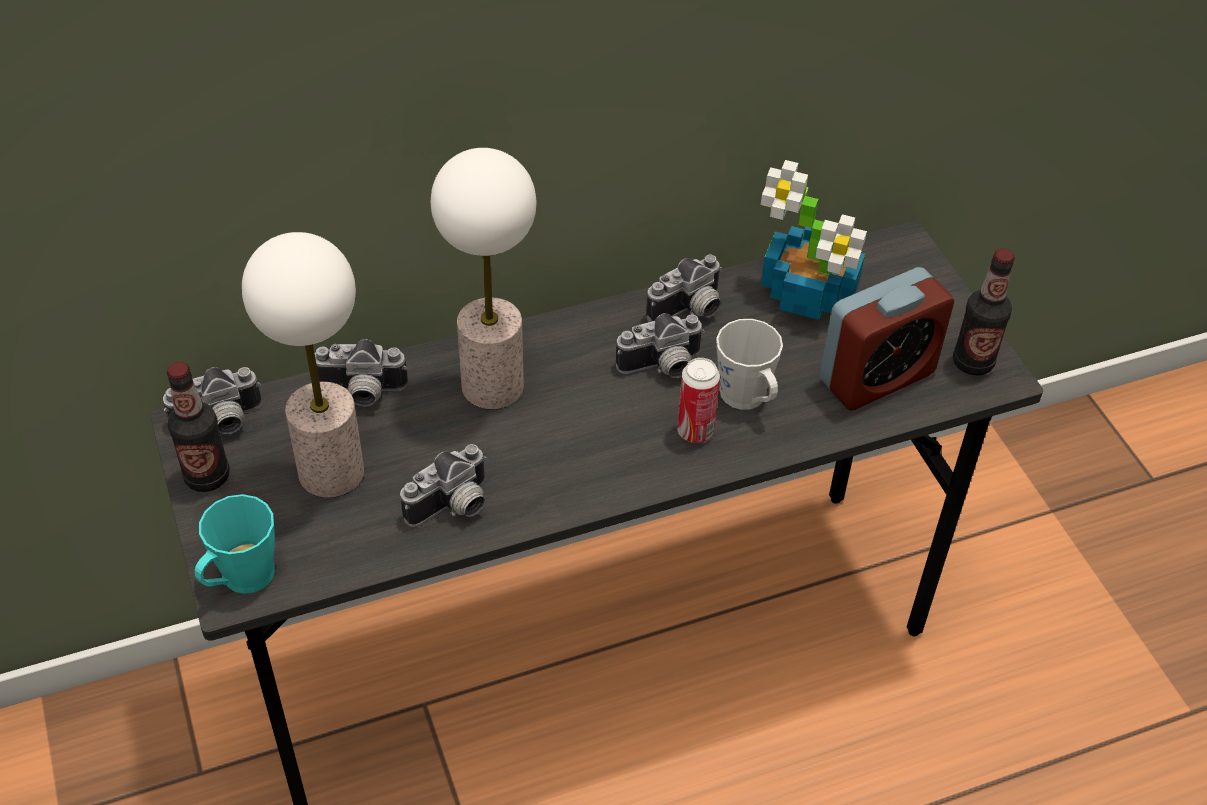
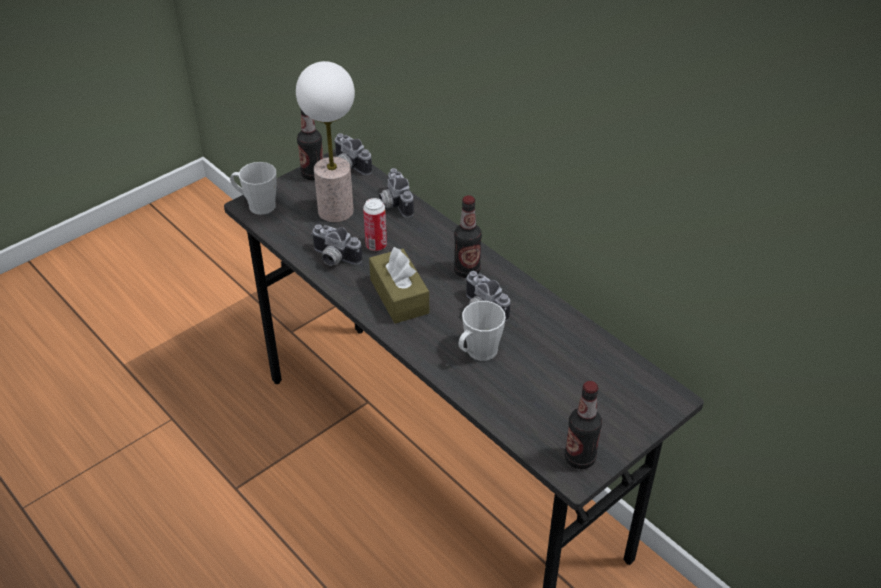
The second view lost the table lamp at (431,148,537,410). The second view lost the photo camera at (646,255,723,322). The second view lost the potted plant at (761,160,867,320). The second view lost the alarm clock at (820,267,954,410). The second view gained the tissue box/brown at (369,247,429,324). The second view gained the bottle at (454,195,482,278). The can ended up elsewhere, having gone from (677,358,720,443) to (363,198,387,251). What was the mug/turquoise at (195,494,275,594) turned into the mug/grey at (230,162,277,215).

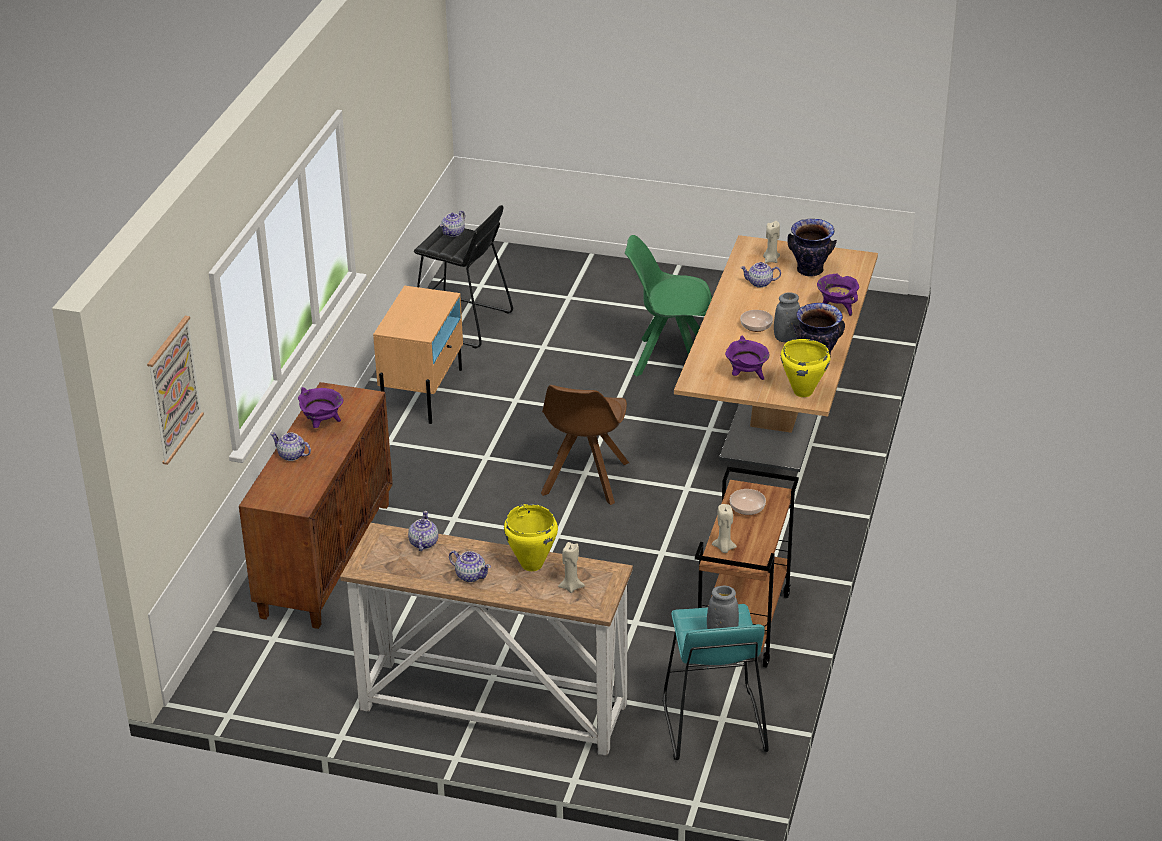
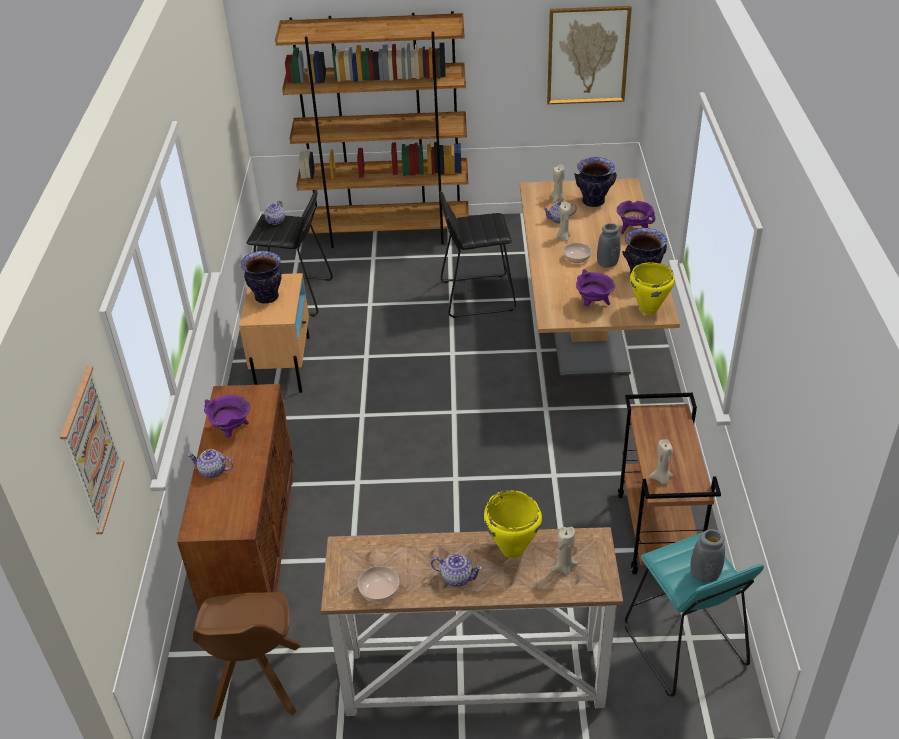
The second view lost the teapot at (408,511,438,551). The second view gained the vase at (241,251,282,304). The second view gained the bookcase/brown at (275,11,469,248). The second view gained the picture at (547,6,632,104). The second view gained the candle/beige at (557,202,571,241). The chair/brown ended up elsewhere, having gone from (541,385,629,505) to (192,592,301,721). The bowl ended up elsewhere, having gone from (730,489,766,515) to (358,566,399,602). Where the chair/green stood at (625,235,712,376), the stool/black came to stand at (440,191,516,318).

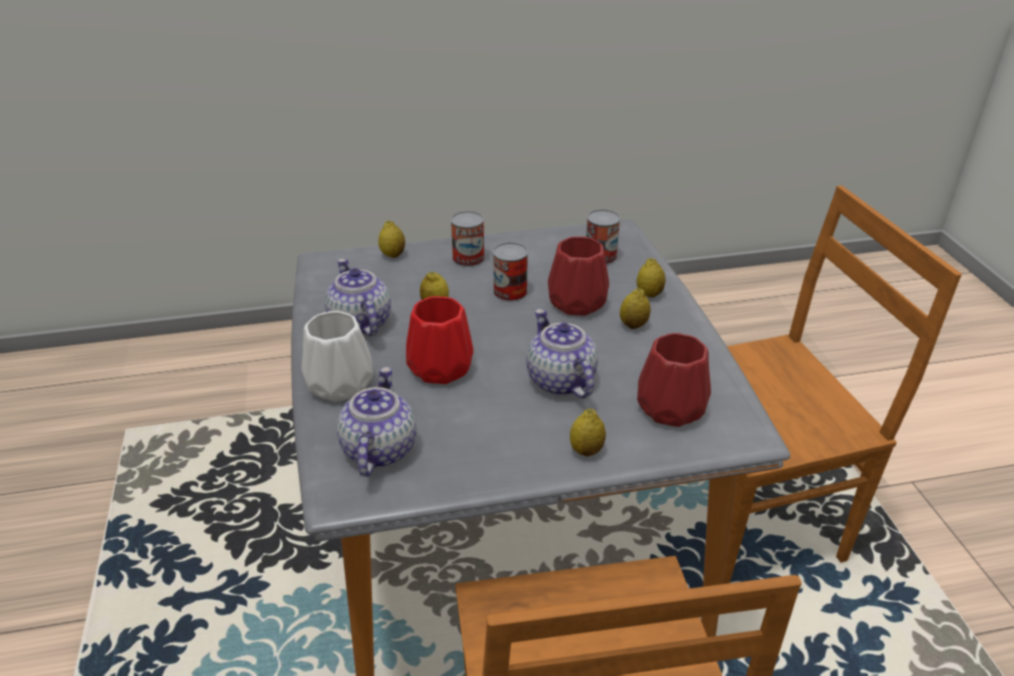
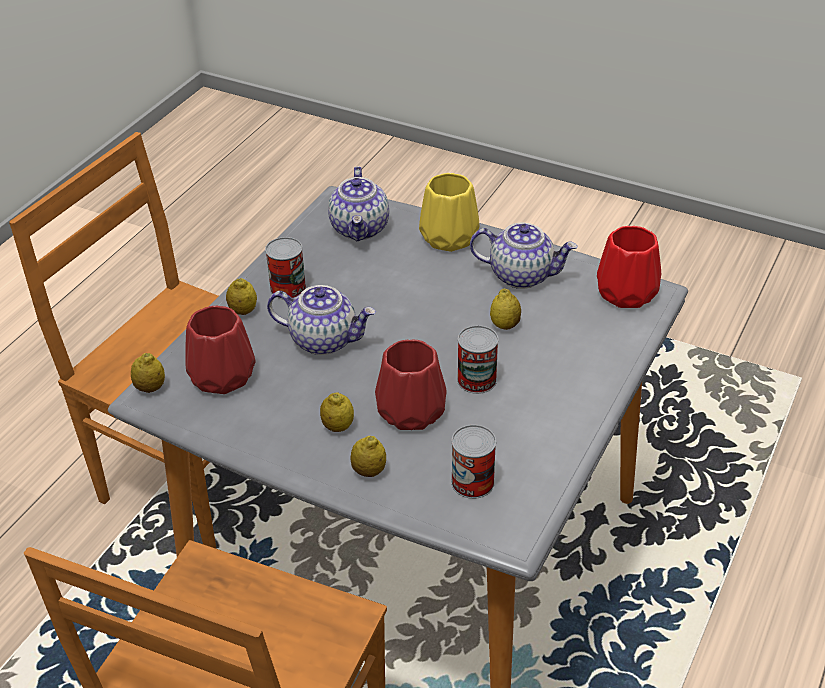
The lemon ended up elsewhere, having gone from (378,221,405,258) to (131,353,165,393). The vase/red ended up elsewhere, having gone from (406,296,474,384) to (597,226,661,308). The can ended up elsewhere, having gone from (451,211,485,267) to (265,237,306,299). What was the vase/white at (302,311,373,402) turned into the vase/yellow at (419,173,480,252). The teapot at (337,367,416,477) ended up facing another way, 45 degrees clockwise from before.

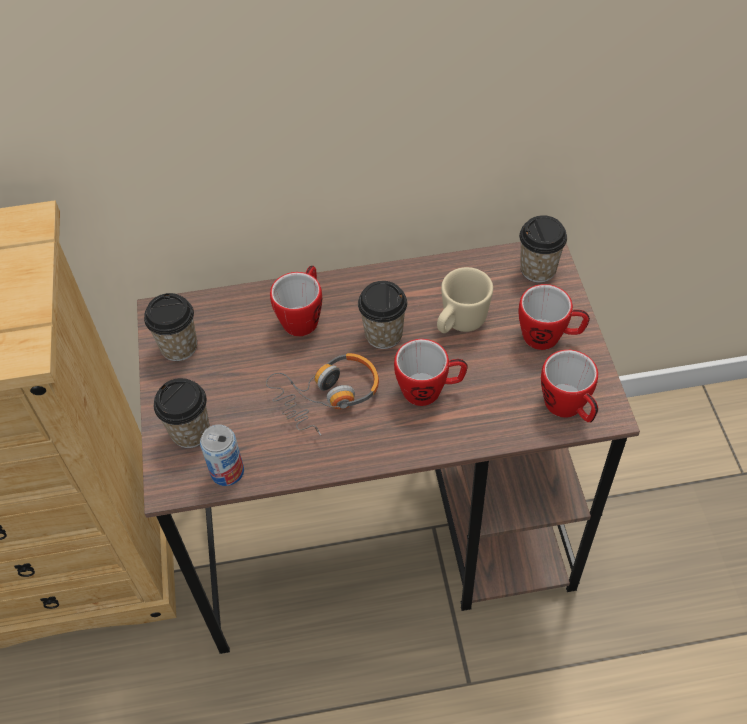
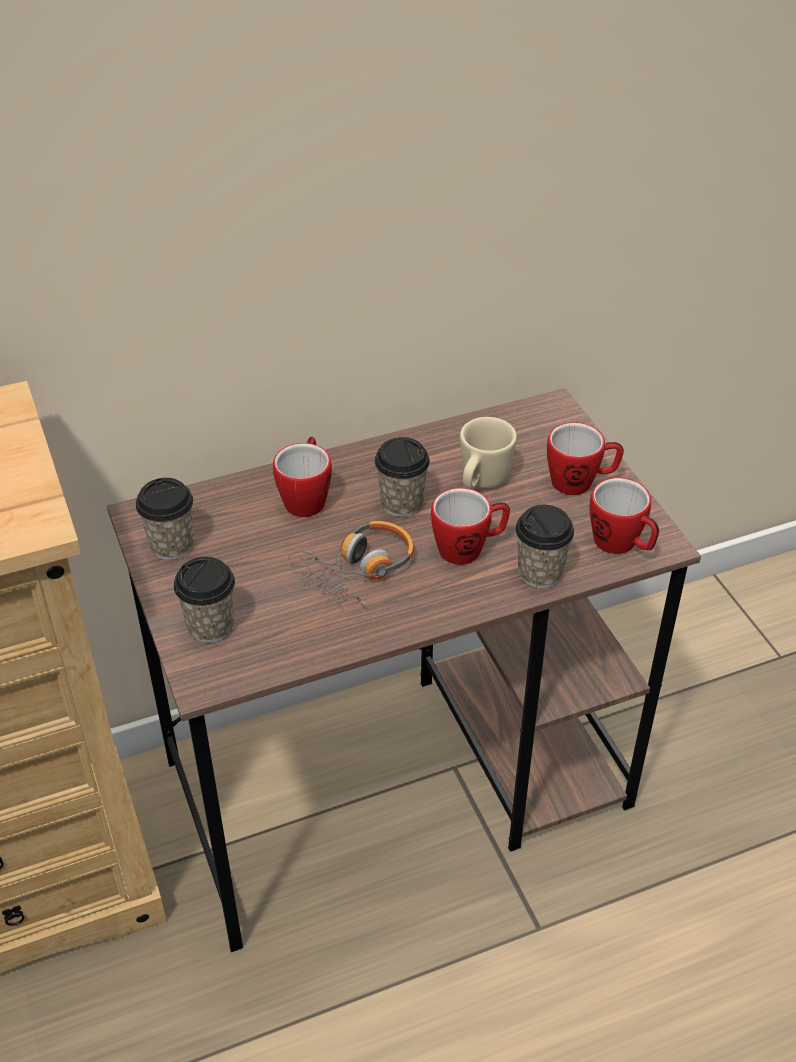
The second view lost the can at (200,424,244,486). The cup ended up elsewhere, having gone from (519,215,567,283) to (516,505,574,588).

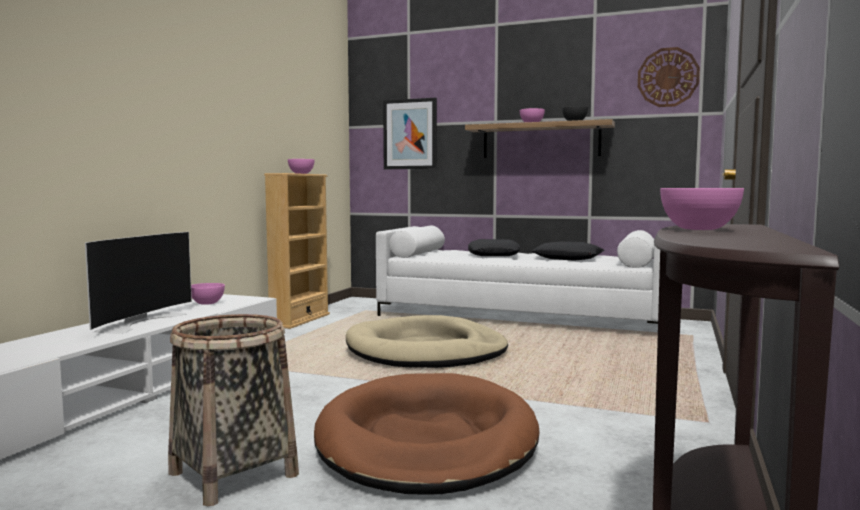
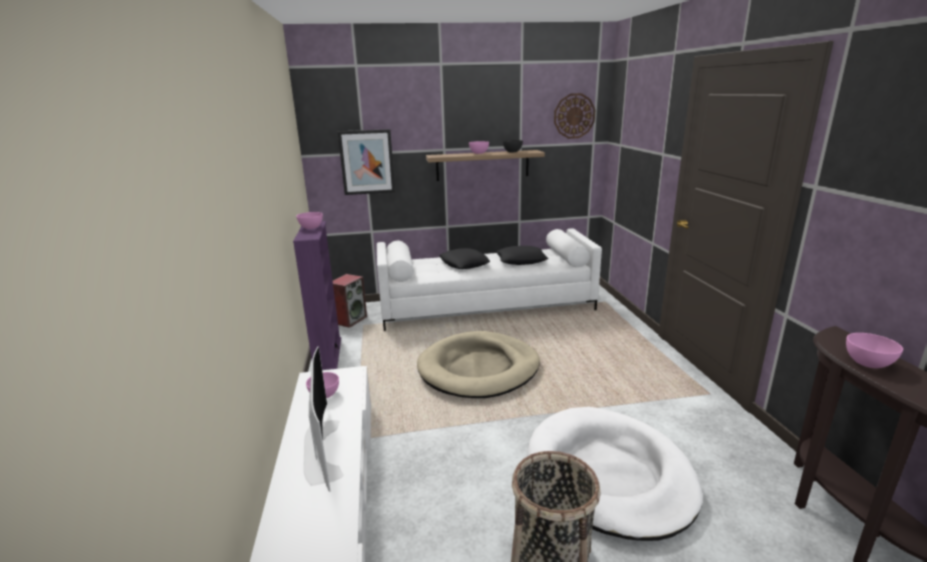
The second view gained the speaker at (333,274,367,328). What was the bookcase/beige at (264,173,330,329) turned into the bookcase/purple at (293,221,341,370). What was the dog bed/brown at (314,373,540,495) turned into the dog bed/white at (528,407,703,541).

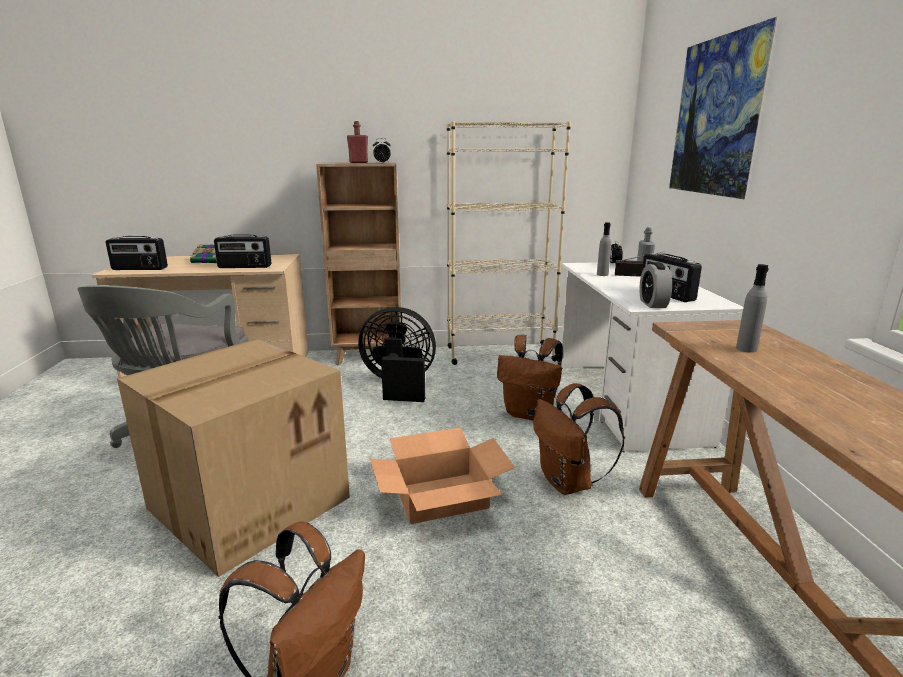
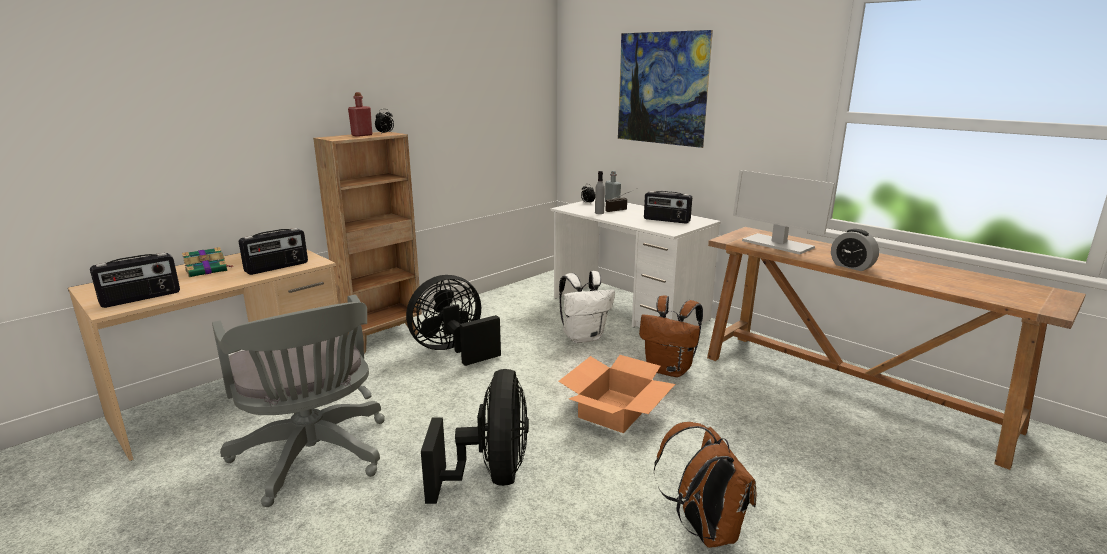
The second view lost the bookcase/beige at (447,121,571,365). The alarm clock ended up elsewhere, having gone from (639,262,672,308) to (831,229,879,271). Where the cardboard box stood at (117,338,350,577), the fan/black came to stand at (421,369,529,504). Where the bottle/grey stood at (736,264,769,353), the monitor came to stand at (733,170,835,254). What was the backpack/brown at (497,335,563,421) turned into the backpack/white at (559,271,615,343).

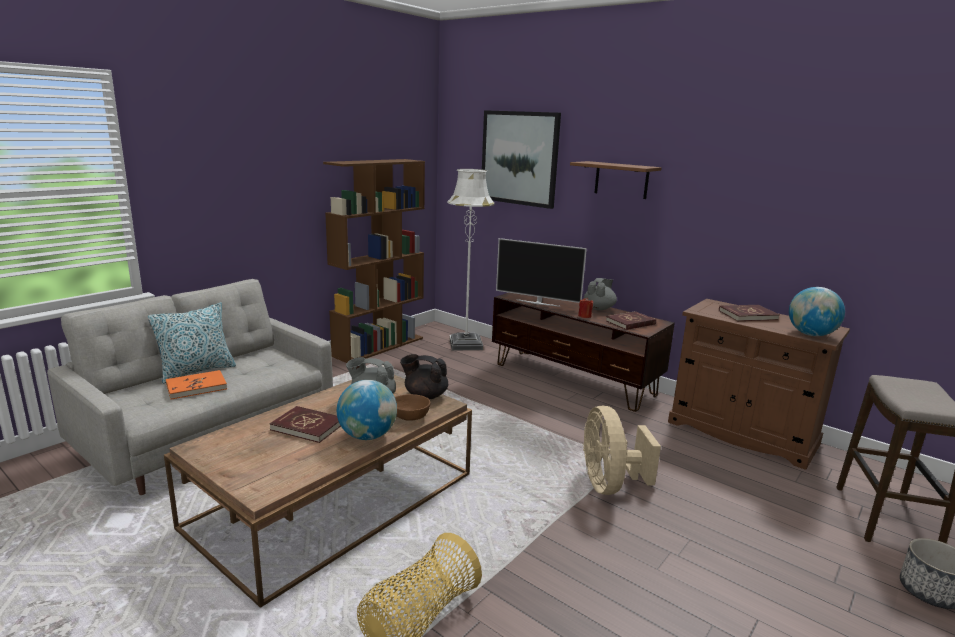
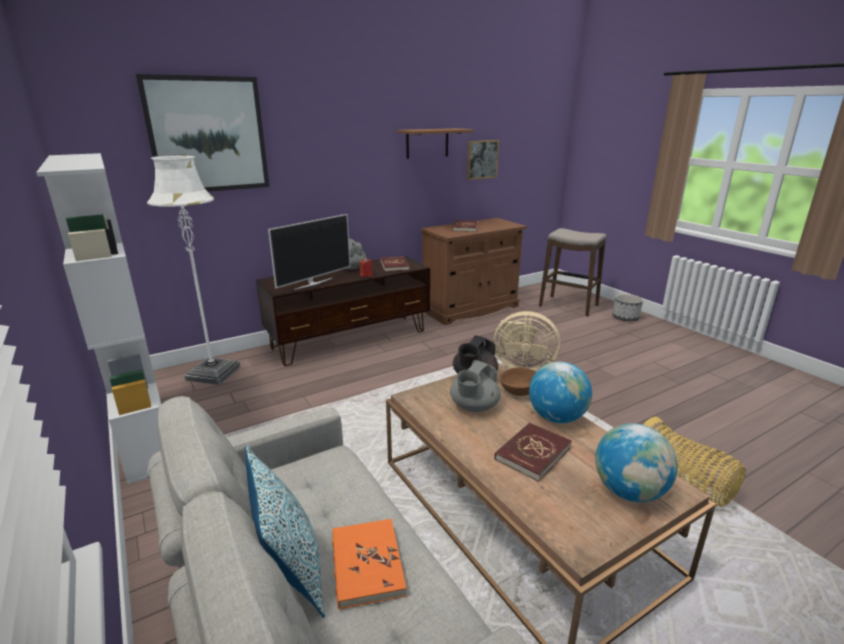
The second view gained the picture at (467,140,499,180). The shelf/brown ended up elsewhere, having gone from (570,161,662,199) to (397,128,474,159). The globe ended up elsewhere, having gone from (789,287,845,336) to (595,423,678,502). What was the bookcase/brown at (323,159,425,363) turned into the bookcase/white at (36,153,161,484).

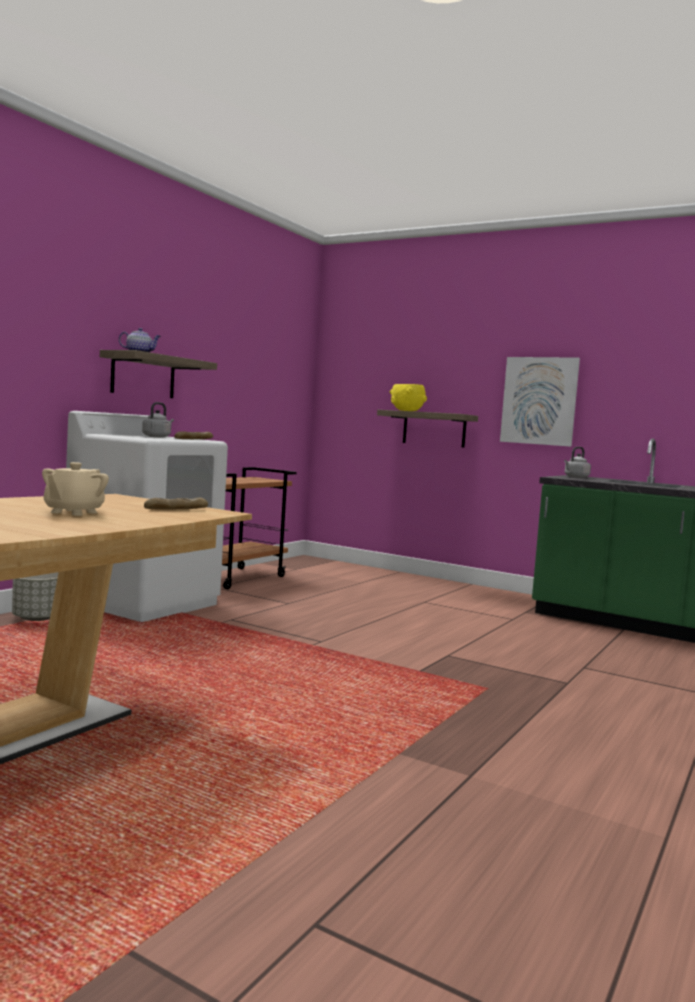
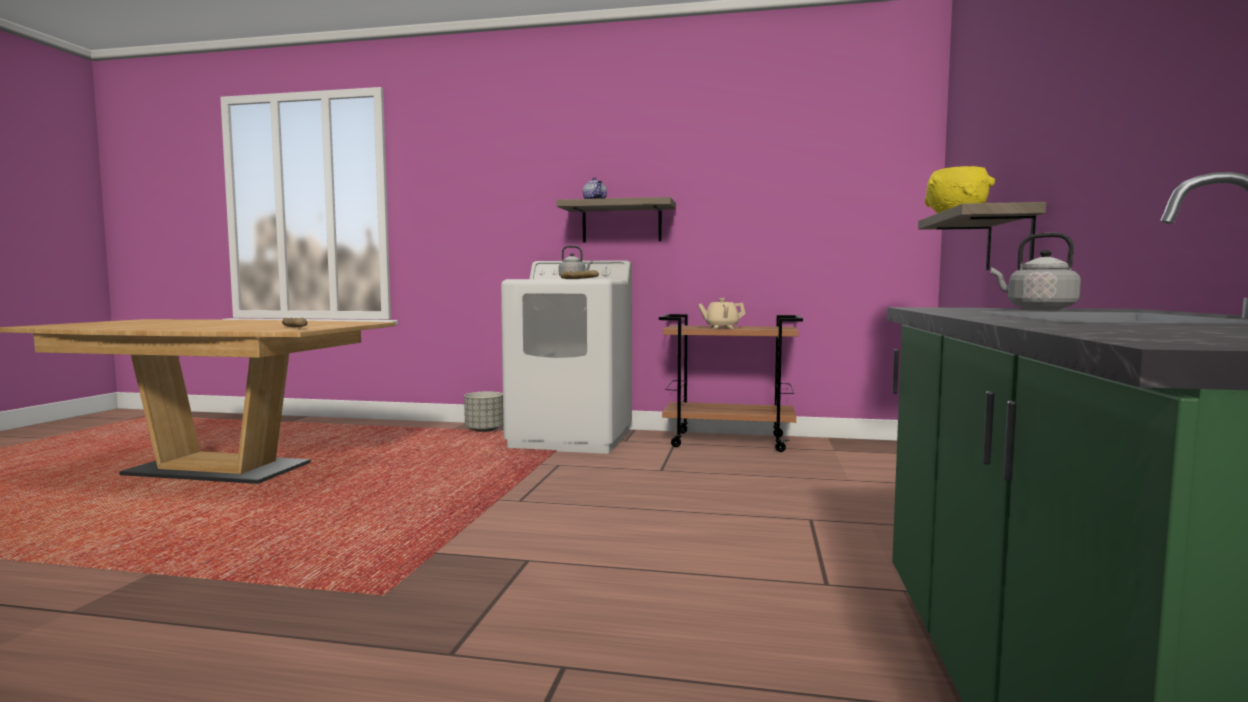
The second view lost the picture at (500,357,580,447). The teapot/beige ended up elsewhere, having gone from (42,462,109,516) to (698,298,746,329).

